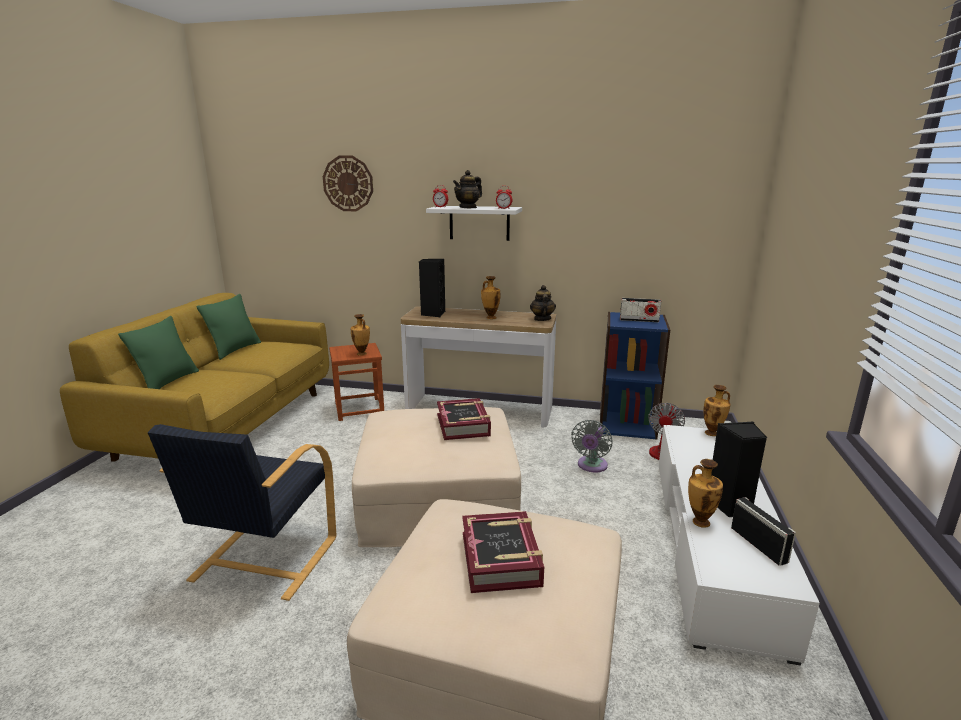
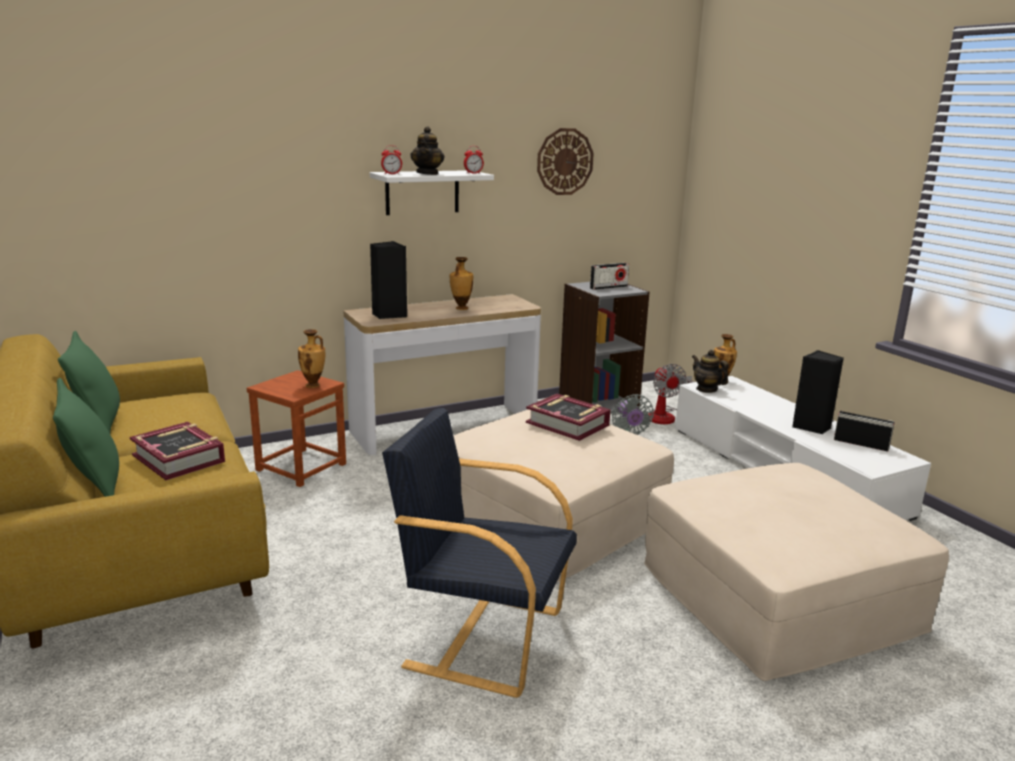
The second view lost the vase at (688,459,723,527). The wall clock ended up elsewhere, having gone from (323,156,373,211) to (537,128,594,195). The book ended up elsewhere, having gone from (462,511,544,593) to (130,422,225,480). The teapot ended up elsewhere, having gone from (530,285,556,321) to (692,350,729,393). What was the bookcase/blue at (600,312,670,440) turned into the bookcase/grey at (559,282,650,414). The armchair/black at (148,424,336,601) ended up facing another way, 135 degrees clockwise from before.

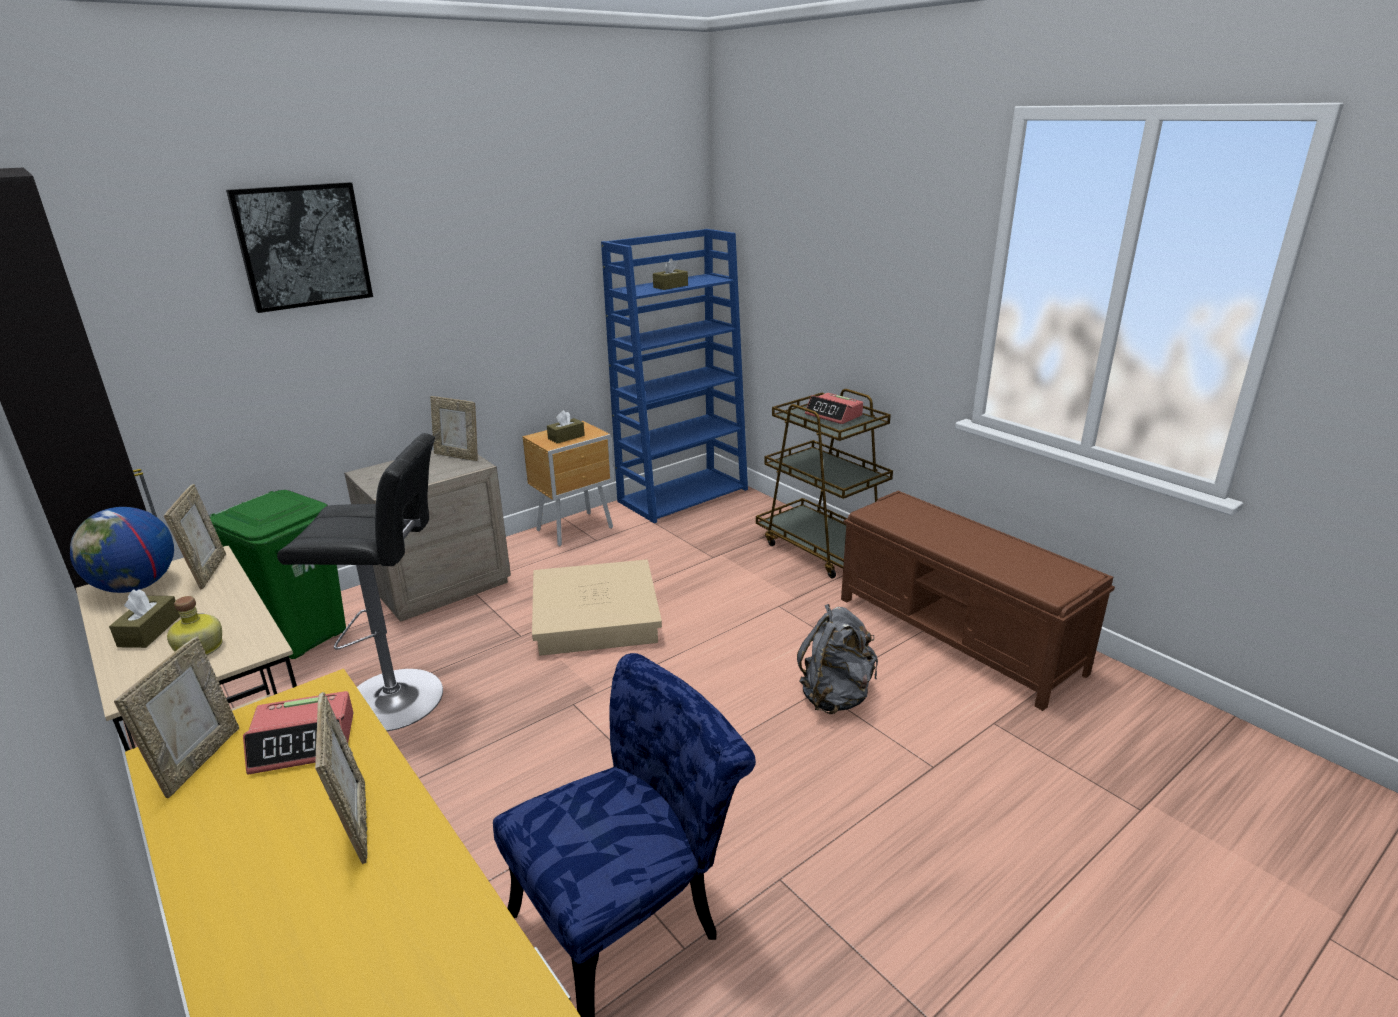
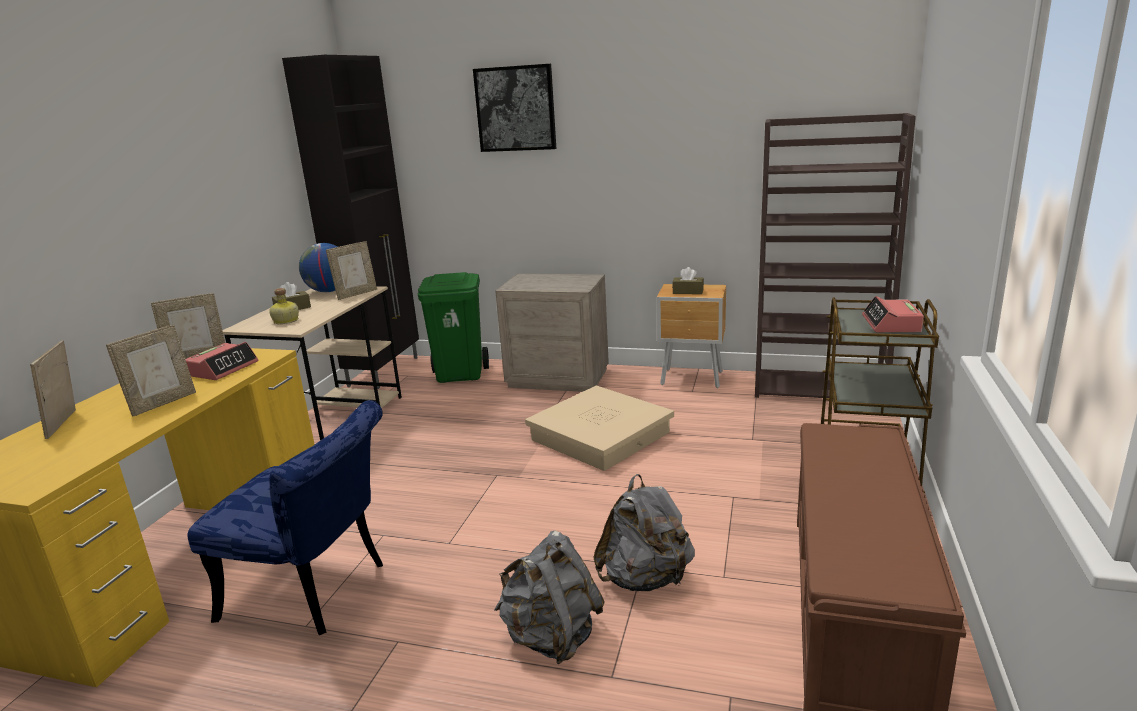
The second view lost the stool/black at (277,433,443,731). The second view lost the tissue box/brown at (653,259,688,290). The second view gained the backpack/grey at (494,531,605,664). The picture frame ended up elsewhere, having gone from (430,396,478,461) to (30,341,76,439). What was the bookcase/blue at (601,229,748,523) turned into the bookcase/brown at (755,113,916,398). The alarm clock at (243,691,354,775) ended up facing another way, 105 degrees counterclockwise from before.

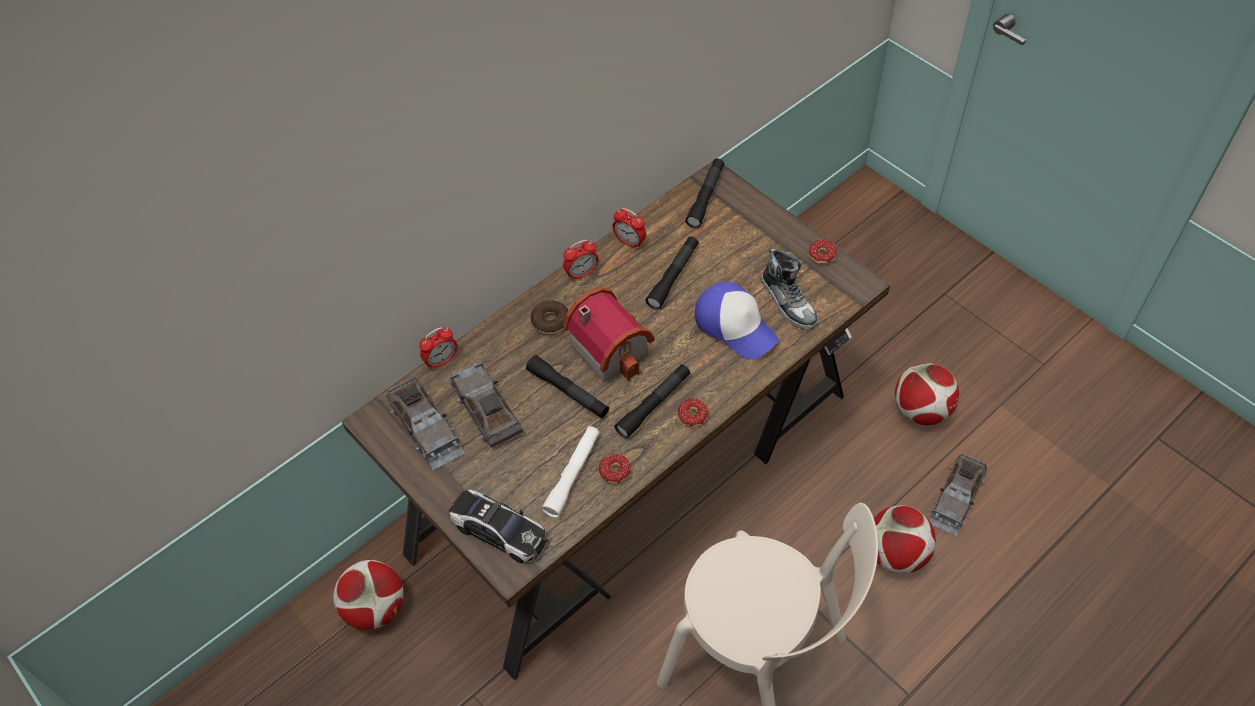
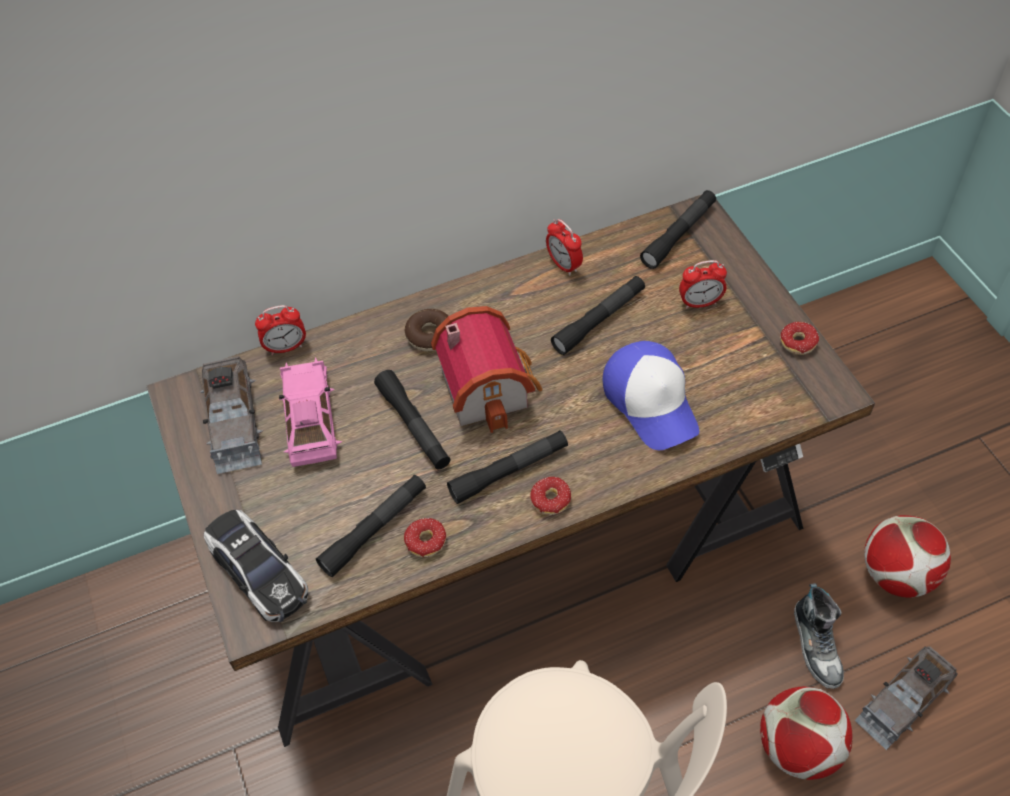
The second view lost the football at (333,560,403,630). The alarm clock ended up elsewhere, having gone from (563,240,599,281) to (679,260,727,309). The shoe ended up elsewhere, having gone from (762,248,818,330) to (794,583,844,689). What was the toy car/grey at (450,362,523,448) turned into the toy car/pink at (278,357,343,467). What was the flashlight/white at (542,426,600,518) turned into the flashlight/black at (316,475,426,577).

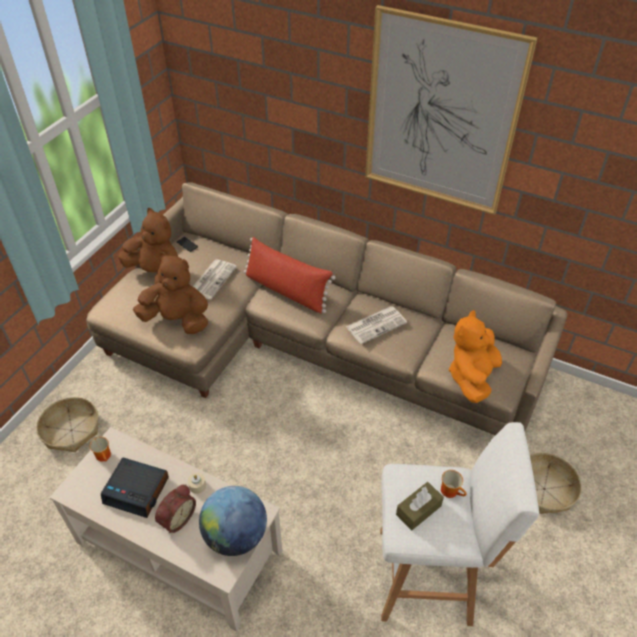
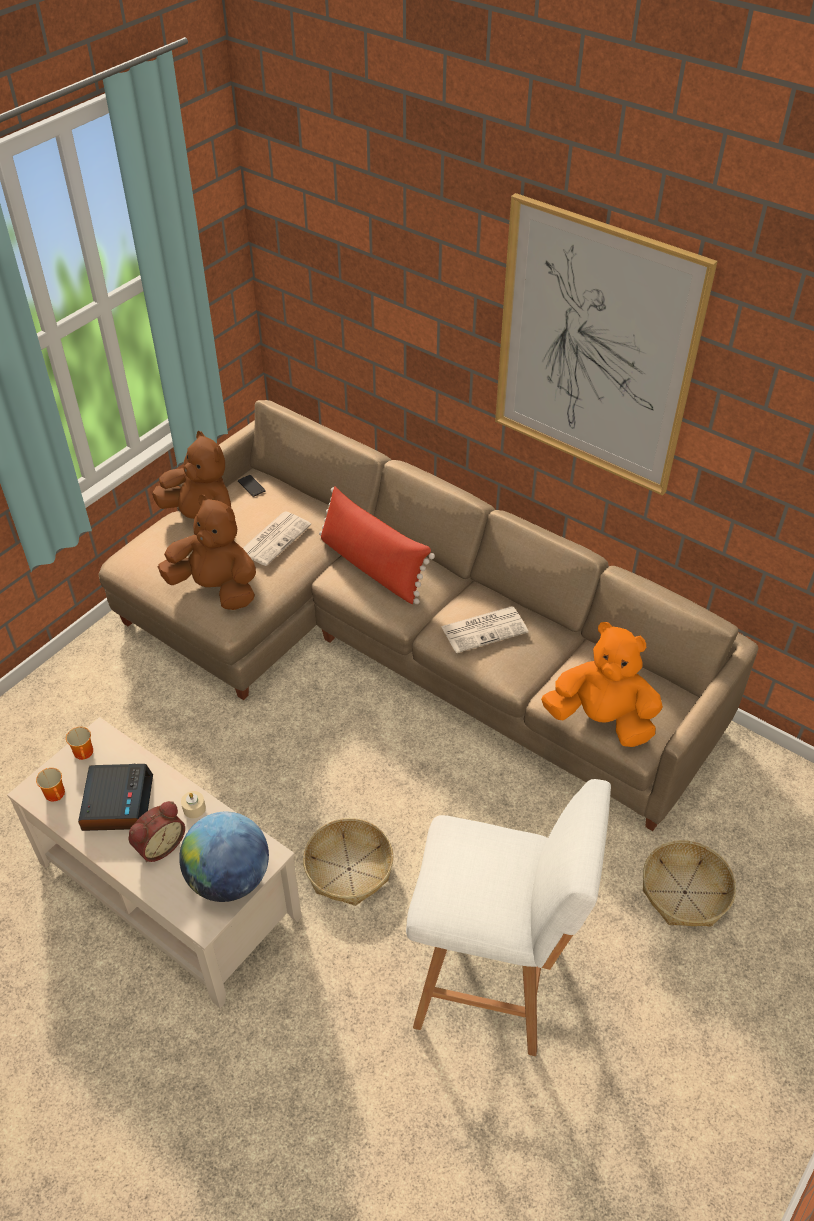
The second view lost the tissue box/brown at (396,482,444,531). The basket ended up elsewhere, having gone from (36,397,98,452) to (303,818,393,906). The mug ended up elsewhere, having gone from (441,470,466,498) to (36,768,65,802). The alarm clock at (101,457,169,518) ended up facing another way, 120 degrees counterclockwise from before. The plush toy/orange at (449,310,502,403) ended up facing another way, 75 degrees clockwise from before.

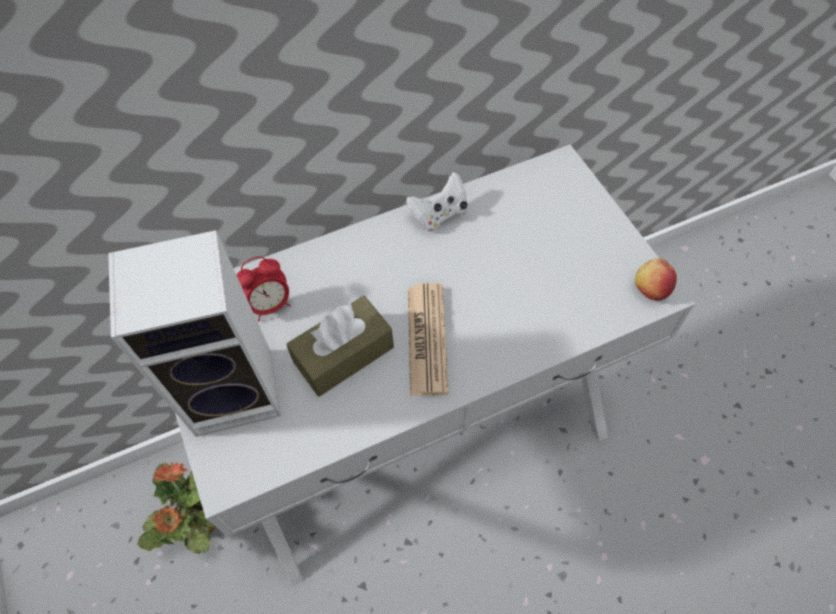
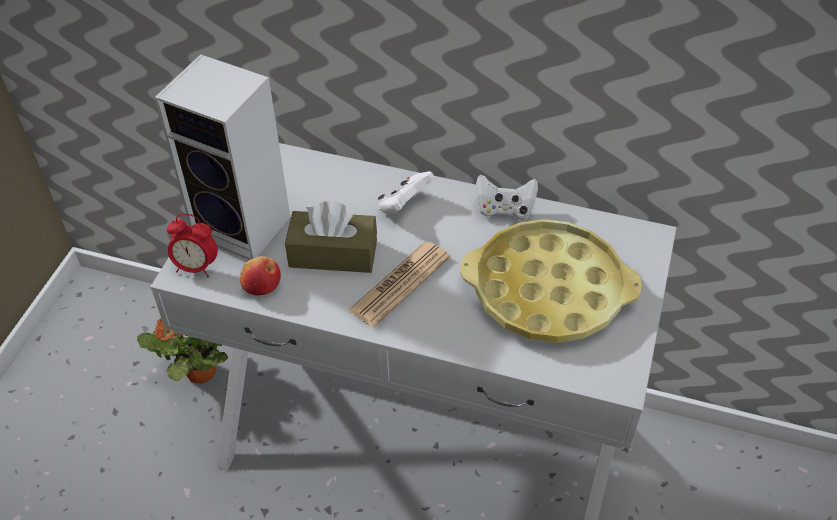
The second view gained the game controller/white at (378,171,435,214). The second view gained the tray/yellow at (460,219,642,343). The alarm clock ended up elsewhere, having gone from (236,256,291,321) to (167,213,218,277). The apple ended up elsewhere, having gone from (635,258,677,300) to (240,256,281,296).

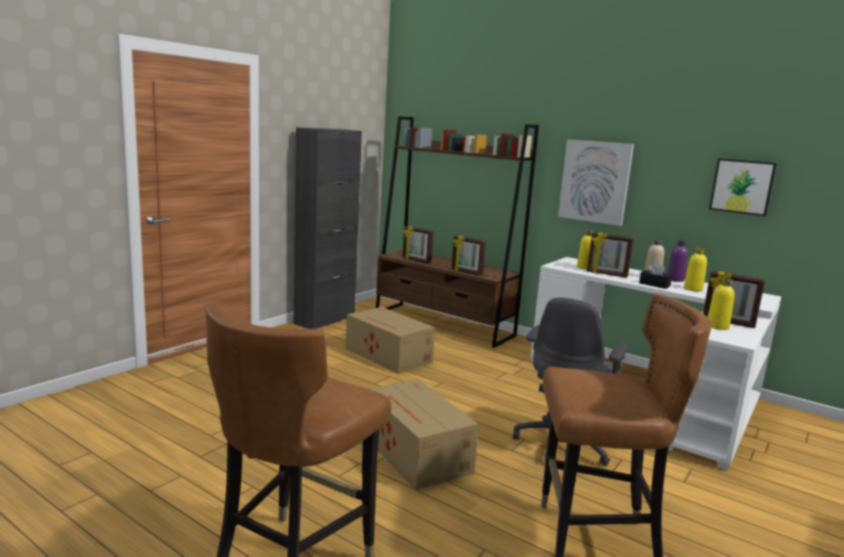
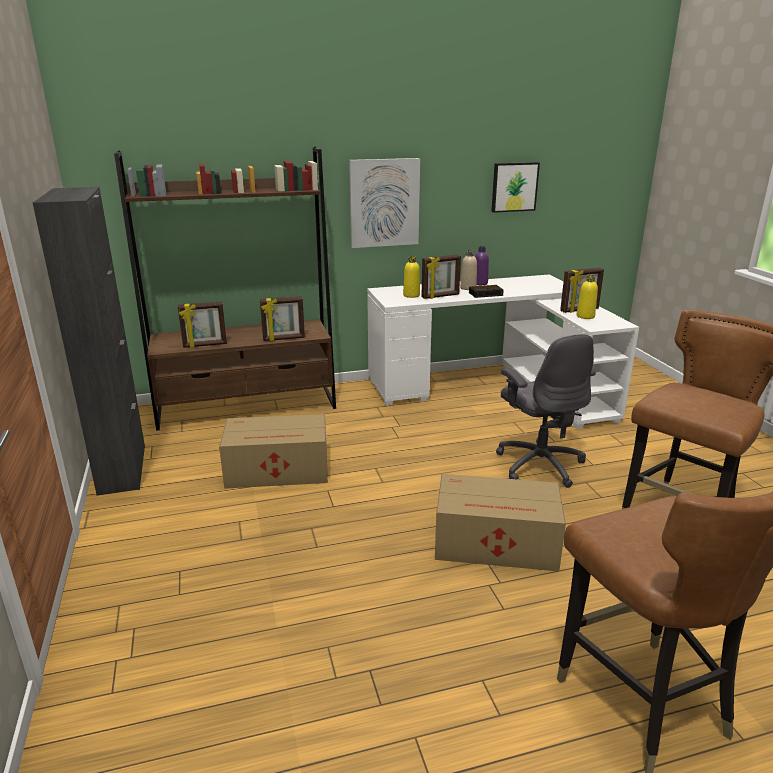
The second view lost the bottle/yellow at (684,248,707,292). Where the tissue box/black stood at (639,263,672,289), the alarm clock came to stand at (469,285,504,298).

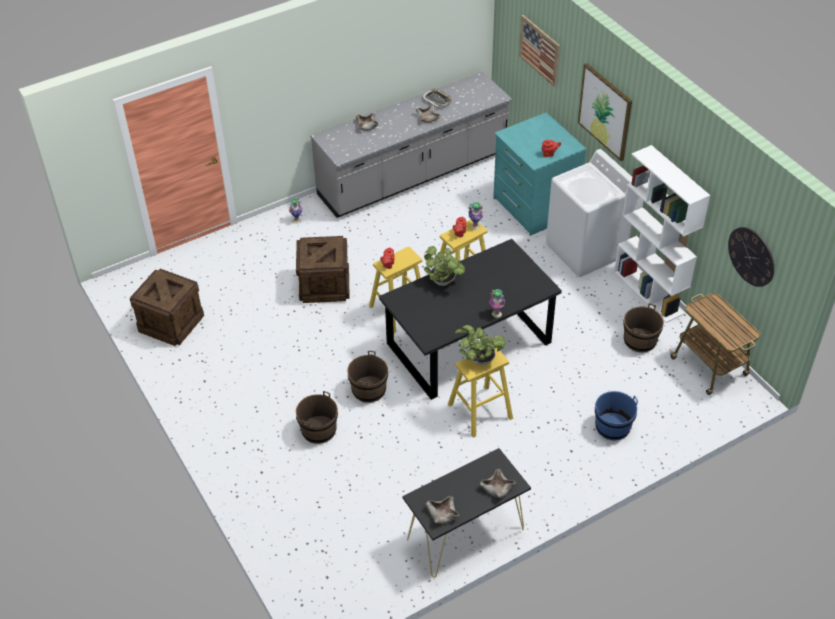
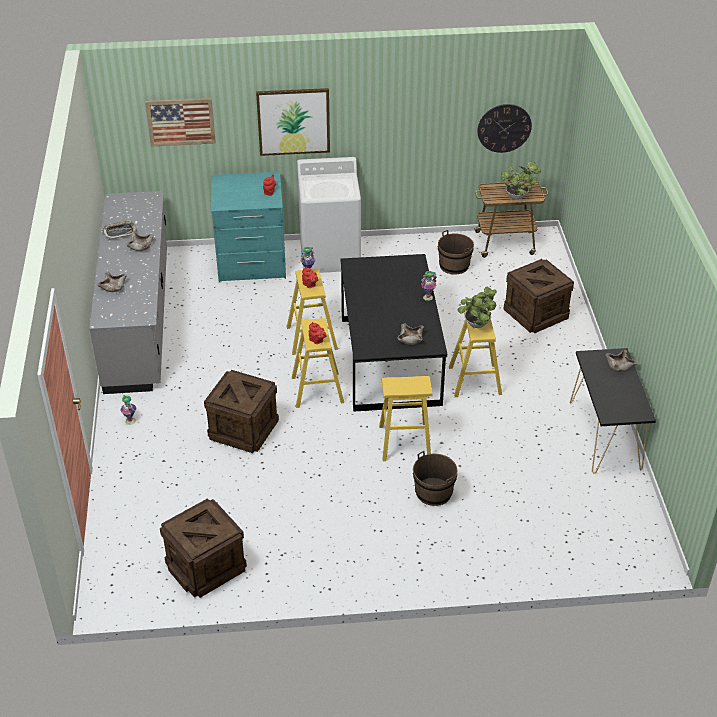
The second view lost the bookcase/white at (614,145,710,323). The potted plant ended up elsewhere, having gone from (424,246,465,286) to (501,162,541,200). The bowl/beige ended up elsewhere, having gone from (426,496,459,523) to (397,323,424,345). Where the bucket/brown stood at (347,351,388,403), the stool/yellow came to stand at (379,376,433,461). Where the bucket/blue stood at (595,391,638,440), the crate came to stand at (504,259,574,333).

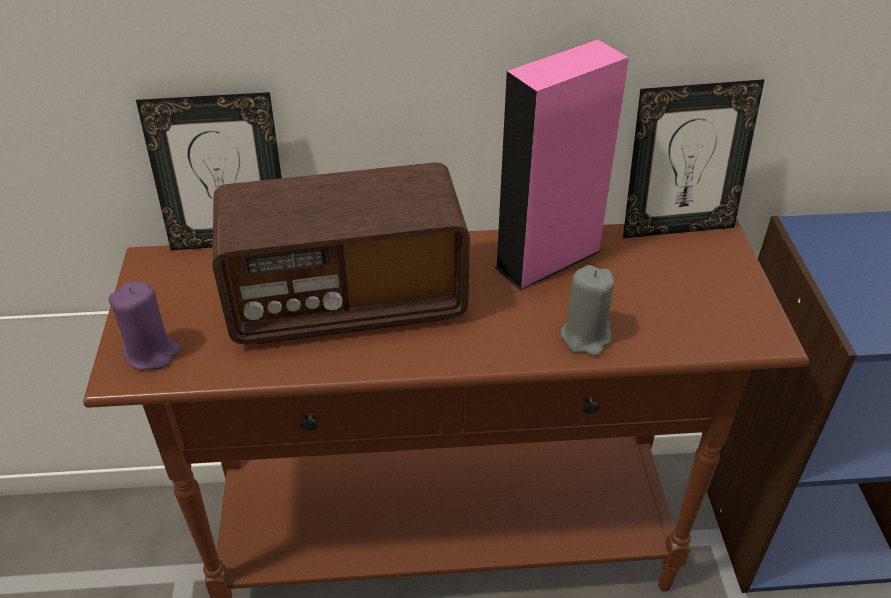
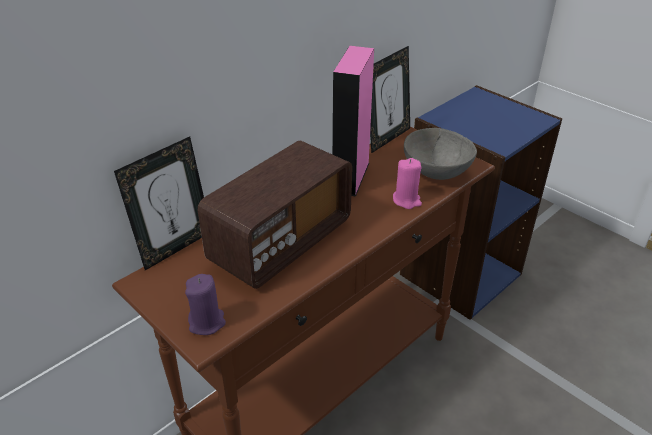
The second view gained the bowl/grey at (404,128,477,180). What was the candle/grey at (560,265,614,356) turned into the candle/pink at (393,158,422,209).

